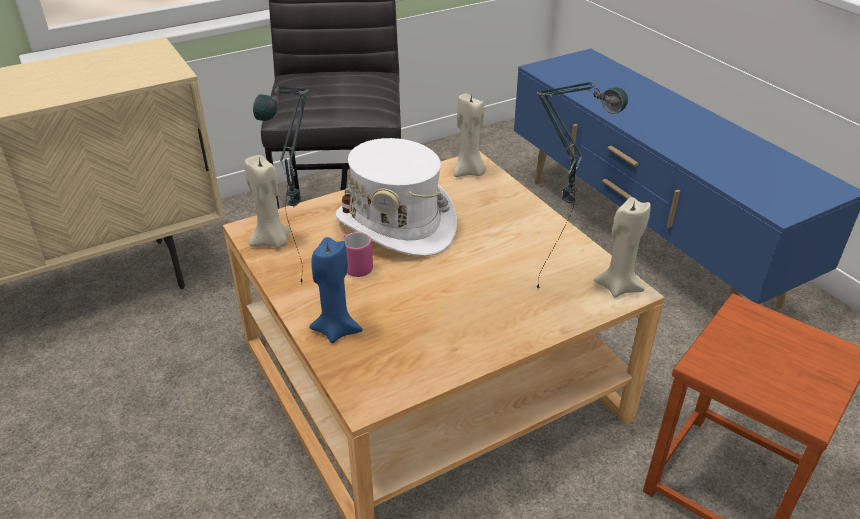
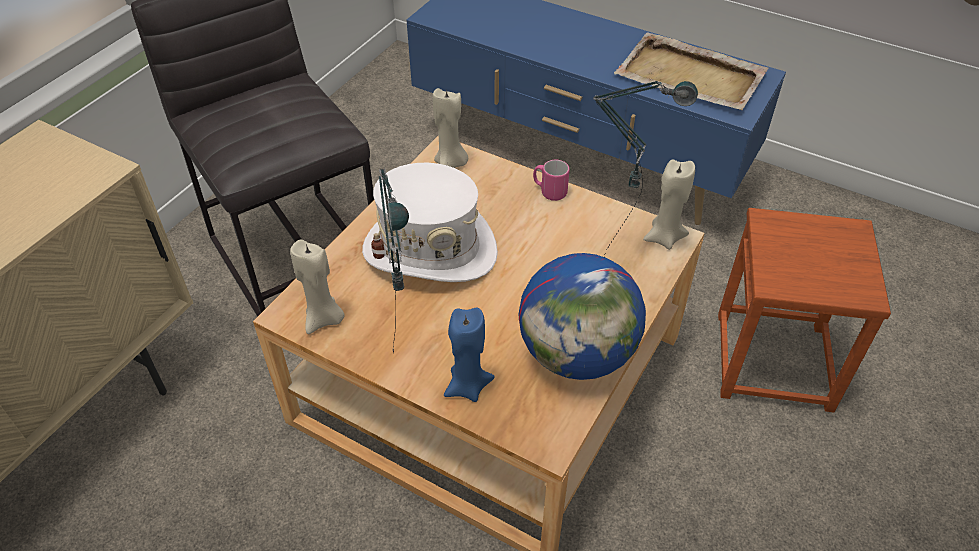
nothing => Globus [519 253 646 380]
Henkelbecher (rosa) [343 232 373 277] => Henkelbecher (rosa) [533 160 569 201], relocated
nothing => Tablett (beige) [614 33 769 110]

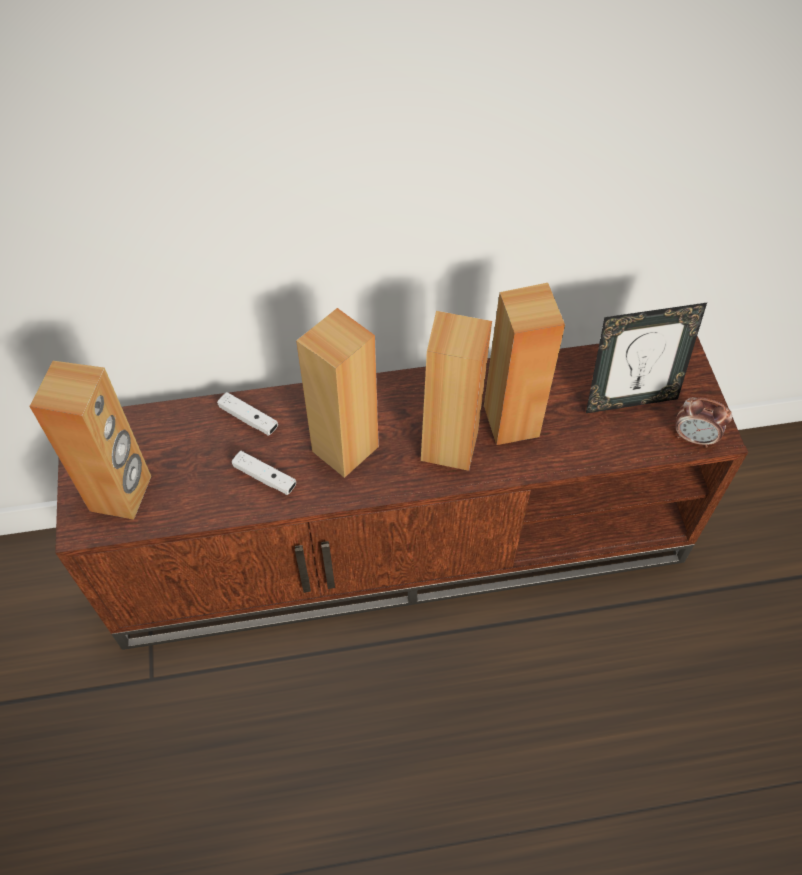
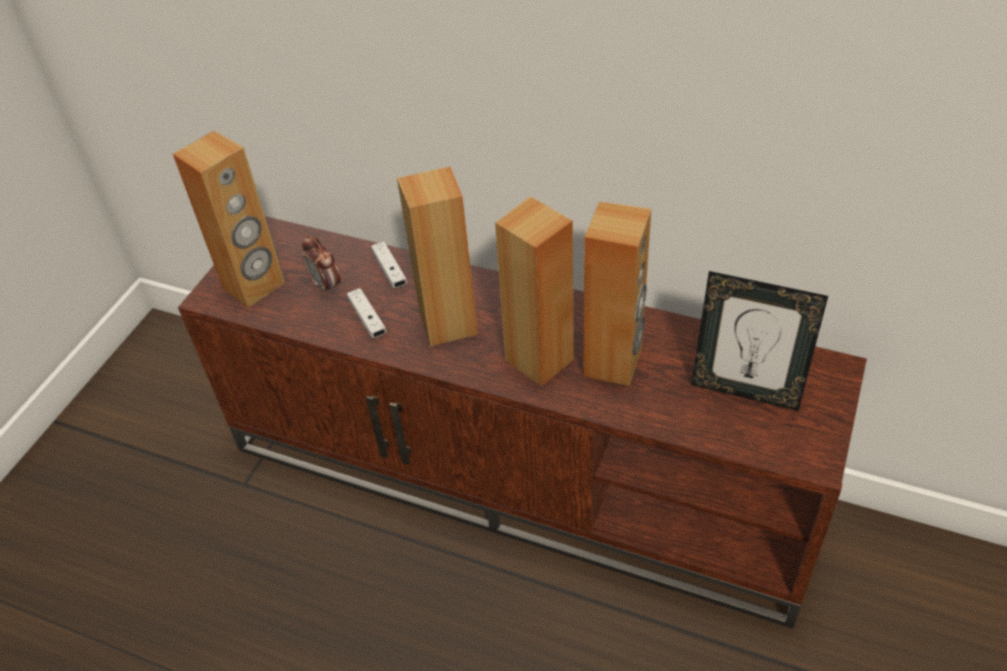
Wecker [675 397 732 448] => Wecker [301 235 341 296], relocated

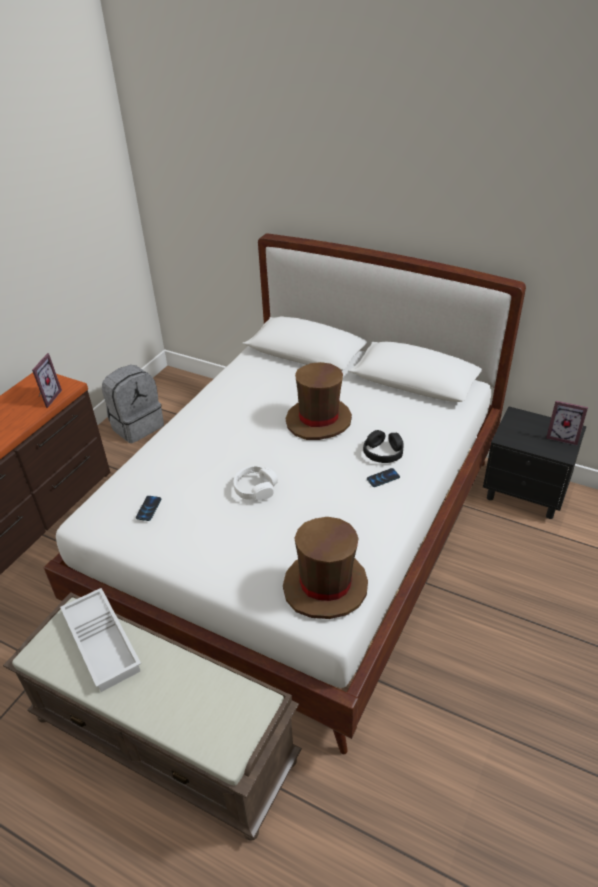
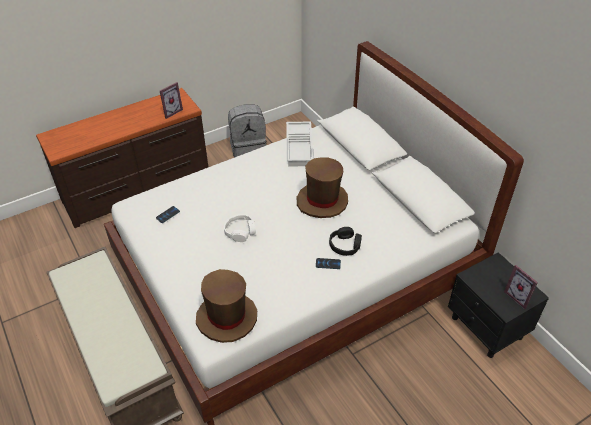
Tablett (weiß) [60 588 141 692] => Tablett (weiß) [286 121 313 167], relocated

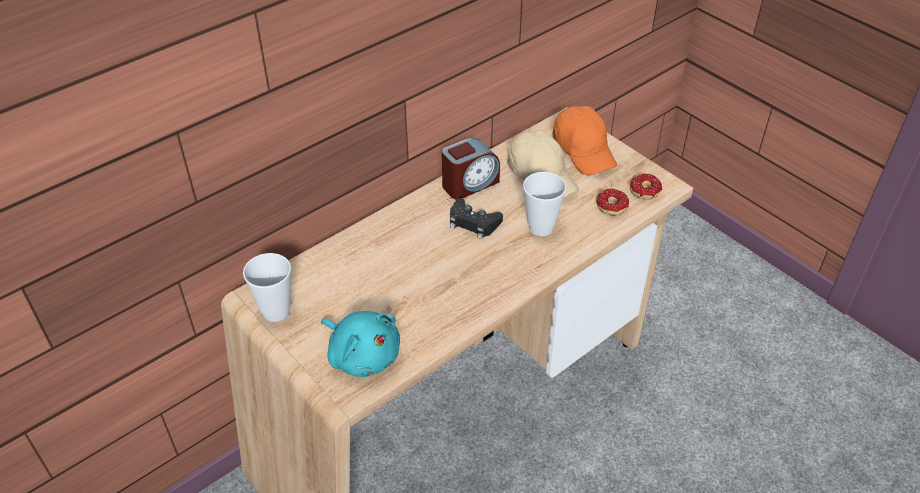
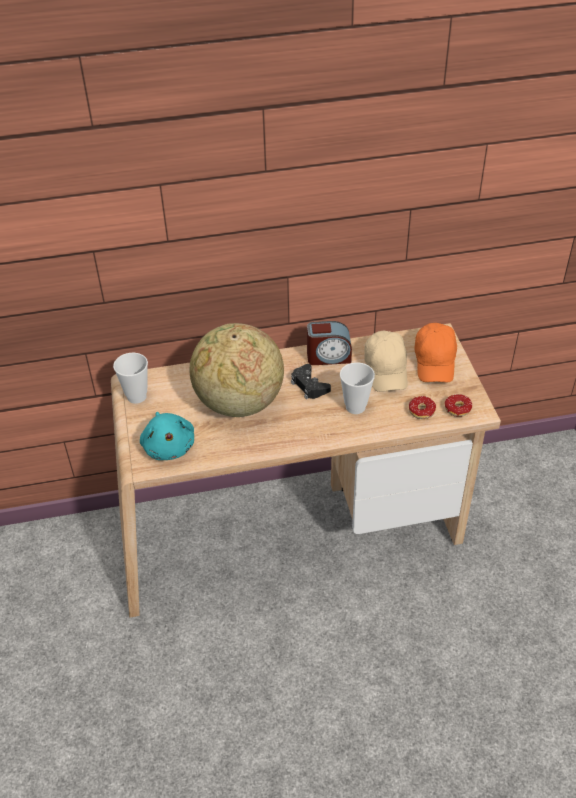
nothing => Globus [189 323 284 417]

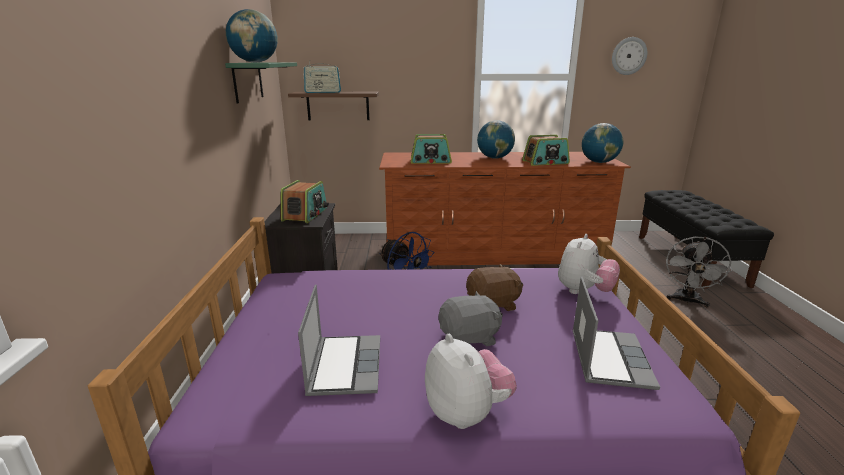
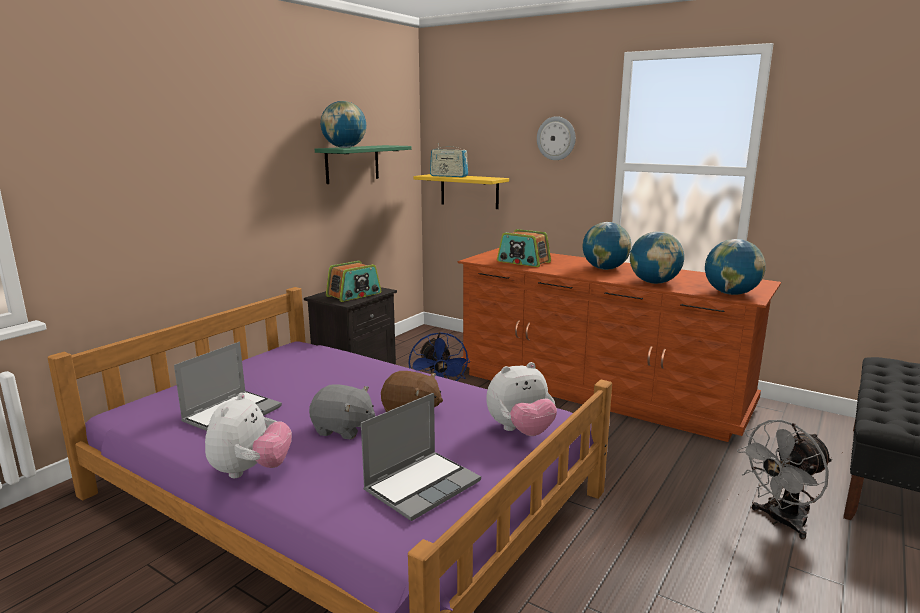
Wandregal (braun) [288 92 379 120] => Wandregal (gelb) [413 174 509 209]
Wanduhr [612 37 647 75] => Wanduhr [537 116 576 160], relocated
Radio [522 135 570 166] => Globus [630 231 684 284]

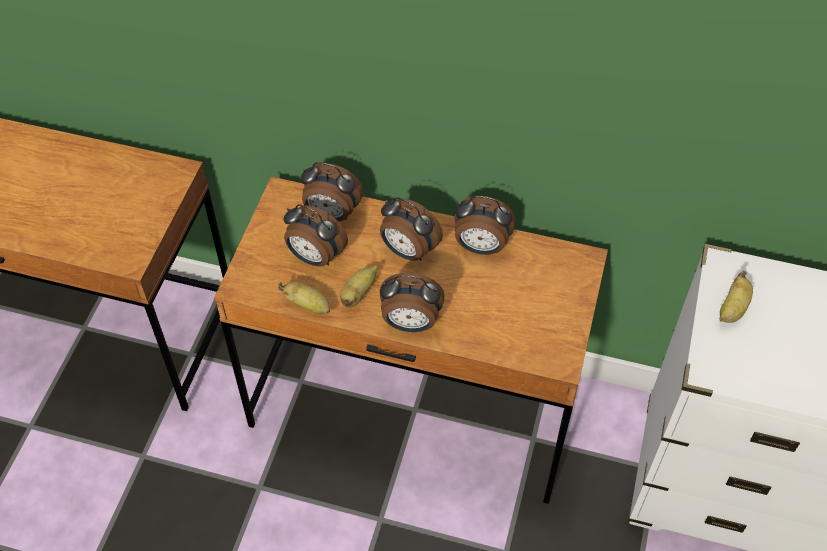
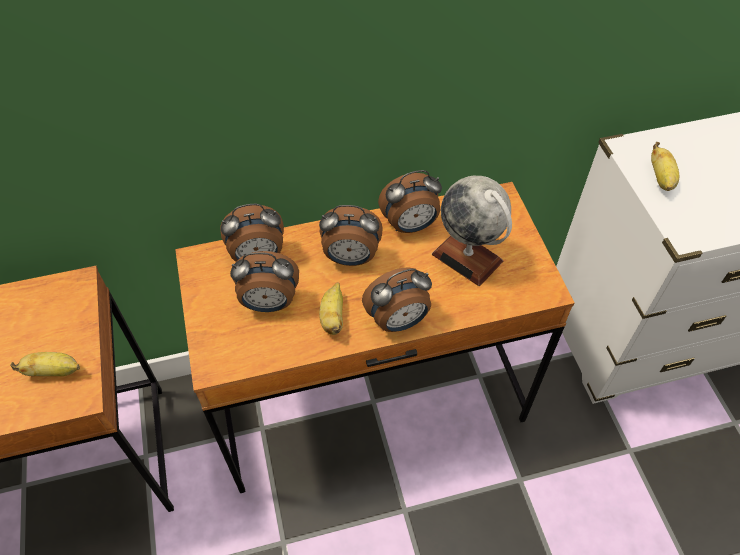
Banane [278 282 330 314] => Banane [10 352 80 376], relocated
nothing => Globus [432 176 512 286]

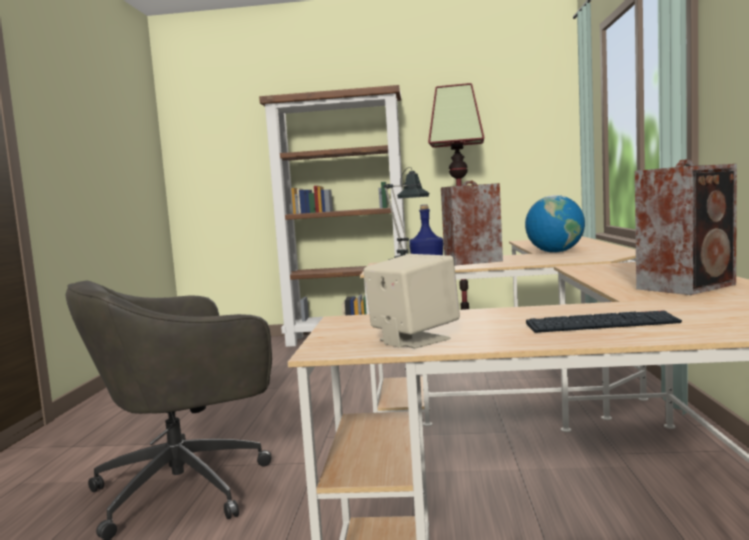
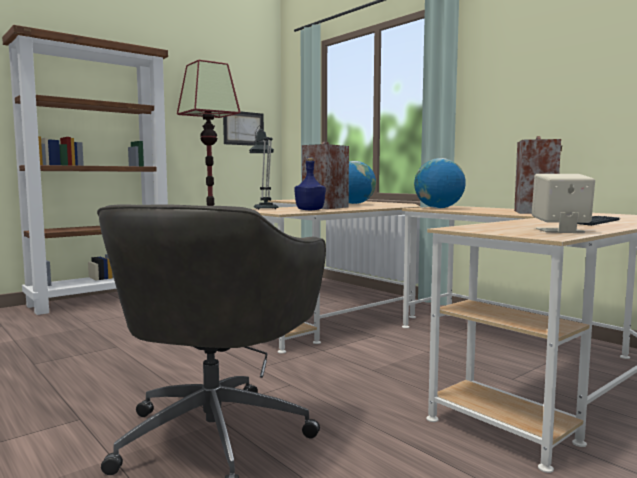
nothing => Bild [223 111 264 146]
nothing => Globus [414 158 466 208]

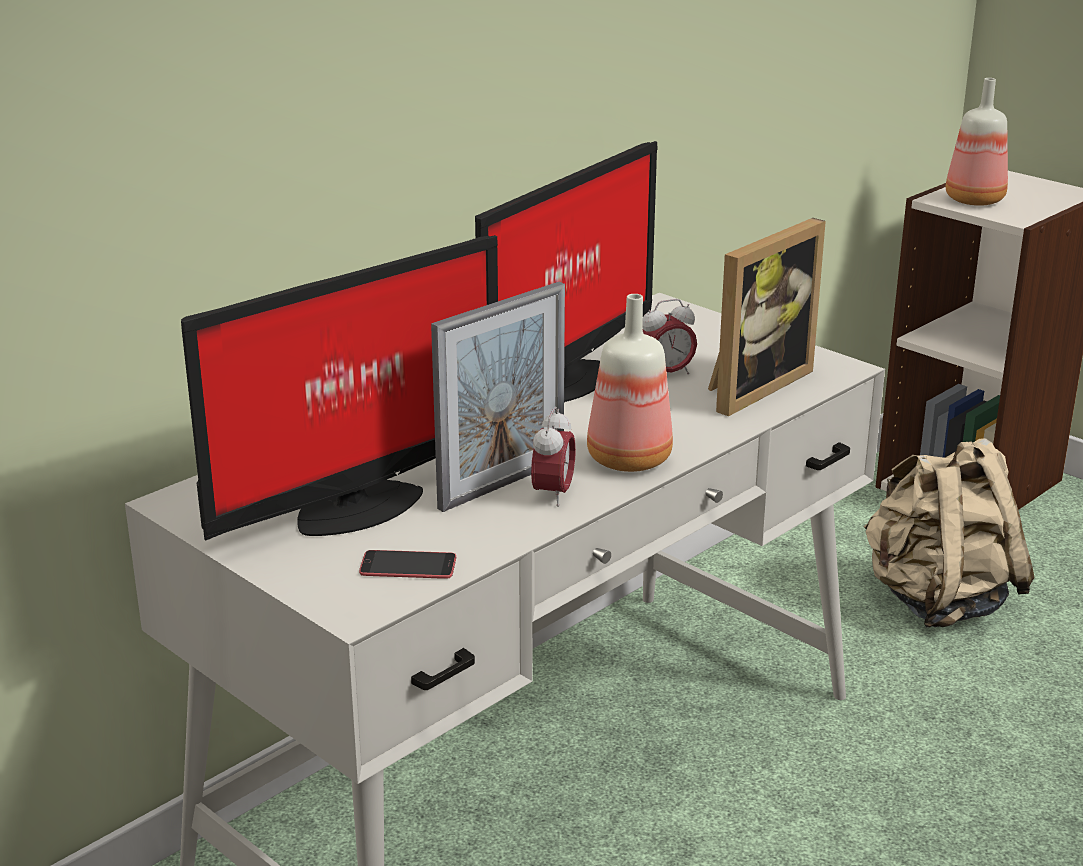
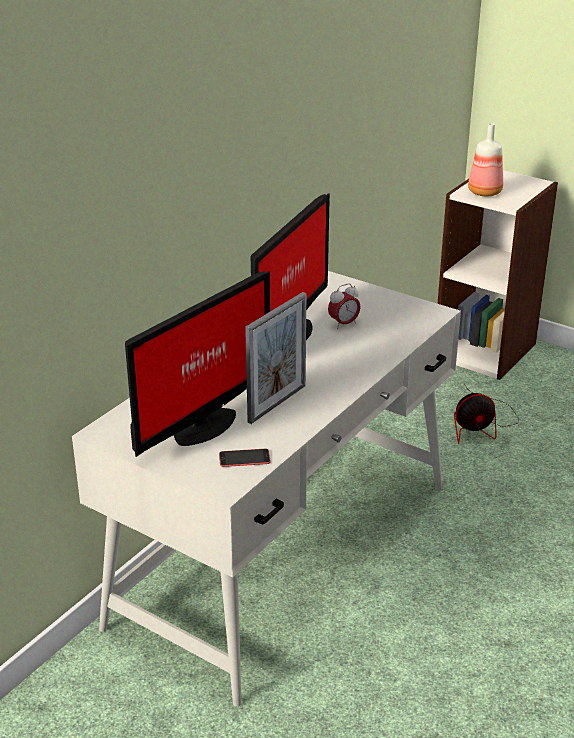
Rucksack (beige) [864 438 1035 627] => Ventilator [454 384 519 443]
Wecker [531 407 576 507] => nothing
Flasche [587 294 673 472] => nothing
Bilderrahmen [708 218 826 416] => nothing

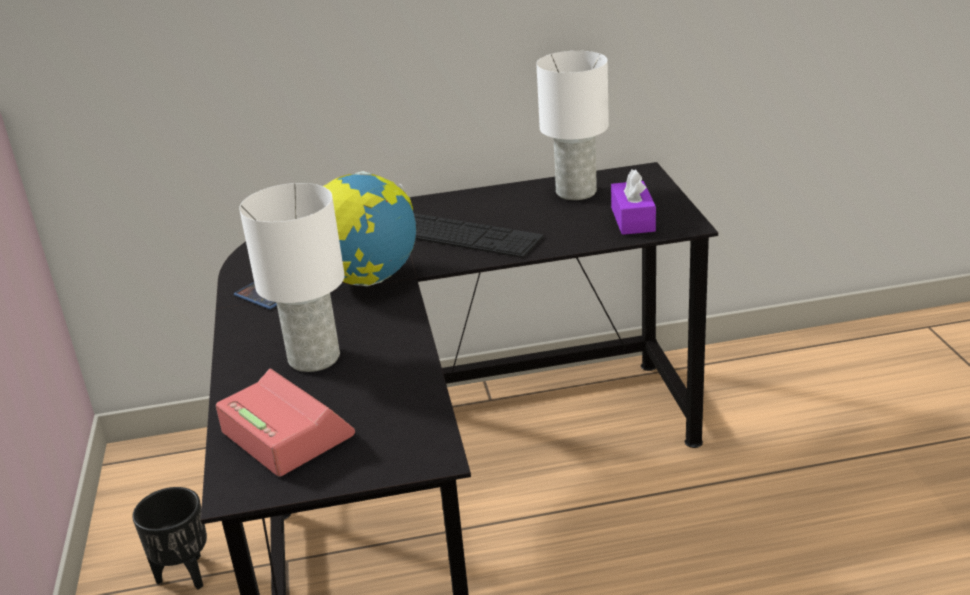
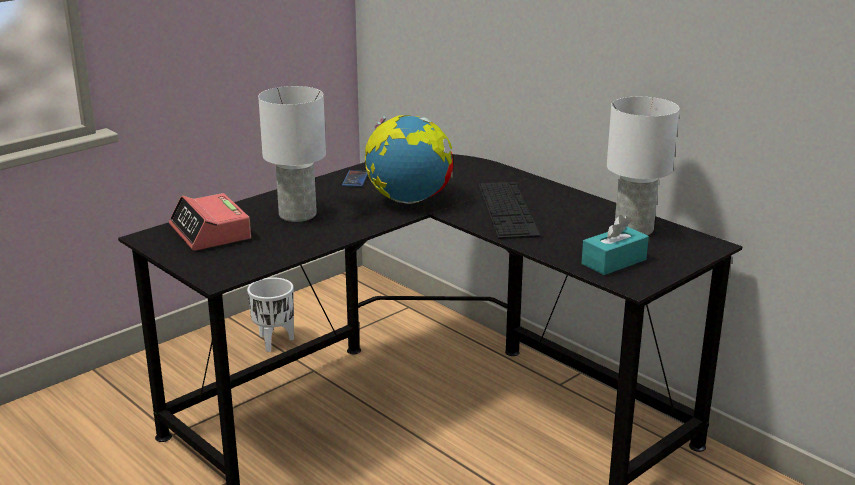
Wecker [216 368 355 477] => Wecker [169 193 251 251], 135 degrees clockwise
Pflanzkübel (schwarz) [132 487 207 589] => Pflanzkübel (weiß) [247 277 294 352]
Taschentuchbox (lila) [611 169 656 235] => Taschentuchbox (türkis) [581 215 649 275]

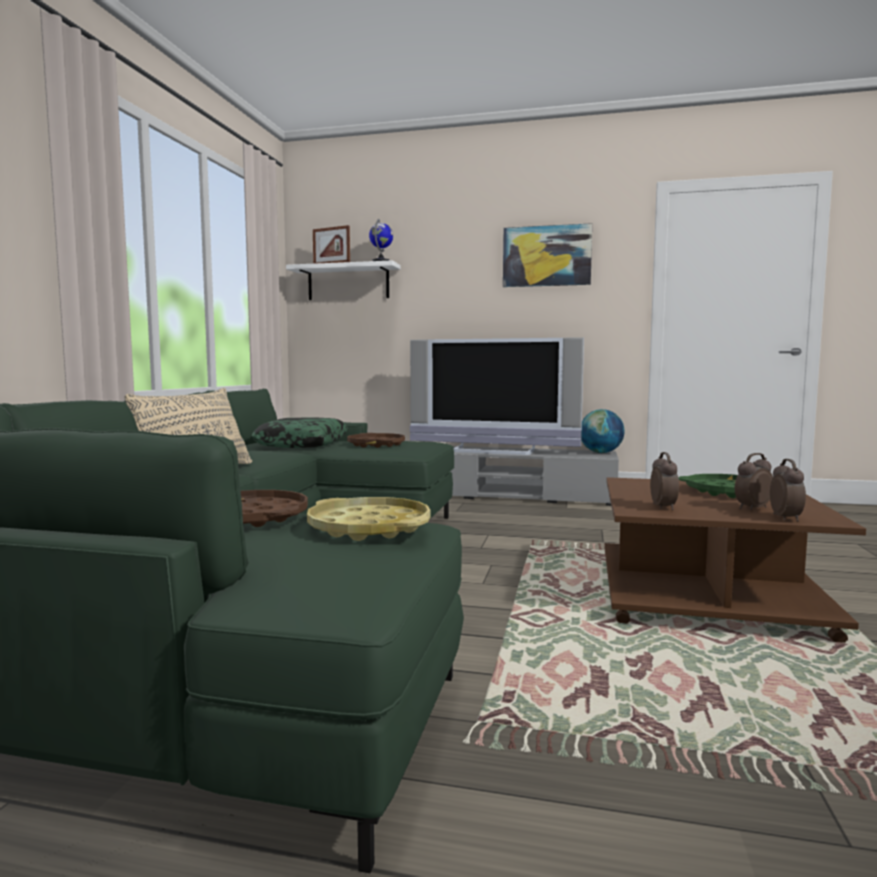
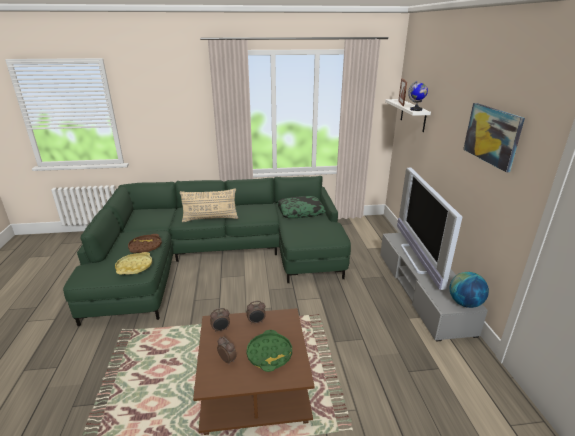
Wecker [770 459 806 522] => Wecker [247 301 266 324], relocated
Tablett (braun) [347 433 405 448] => nothing

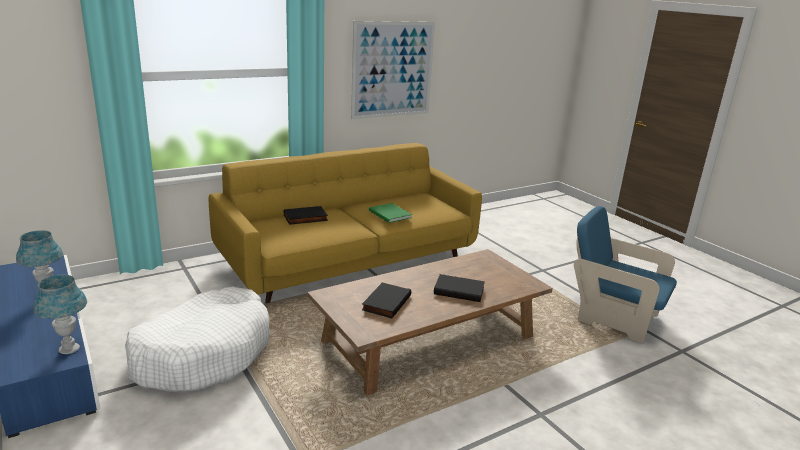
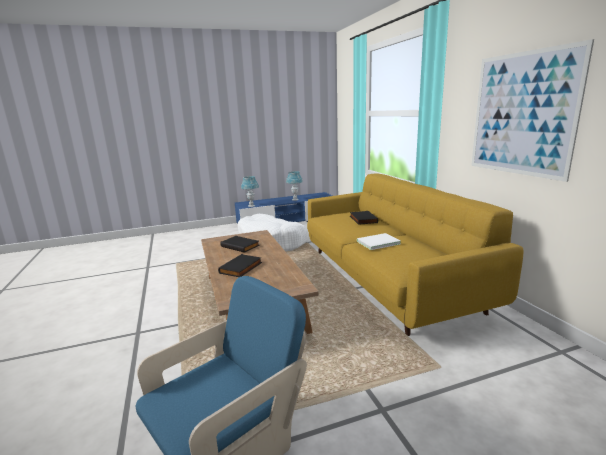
Buch (grün) [369 203 412 223] => Buch (weiß) [357 233 400 250]

